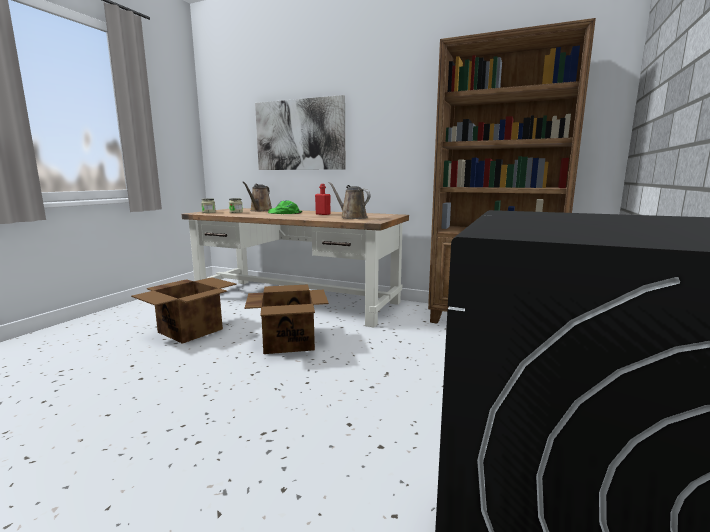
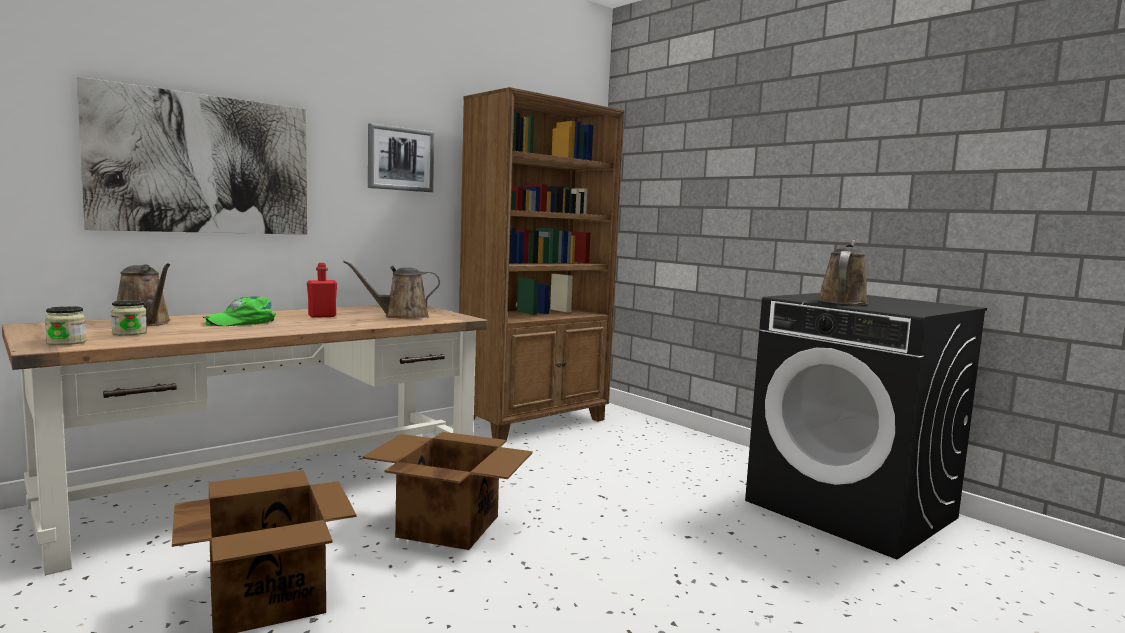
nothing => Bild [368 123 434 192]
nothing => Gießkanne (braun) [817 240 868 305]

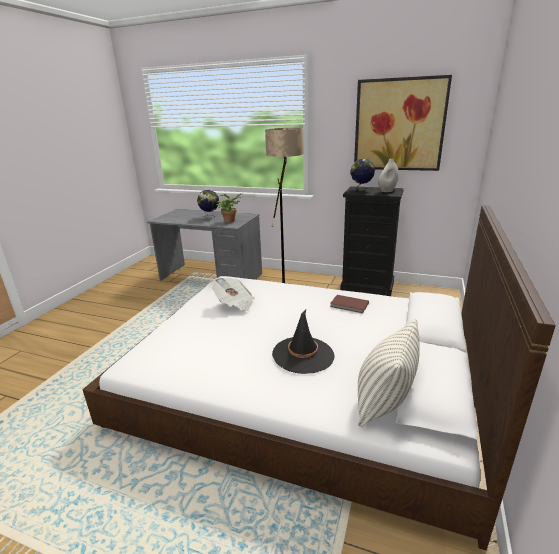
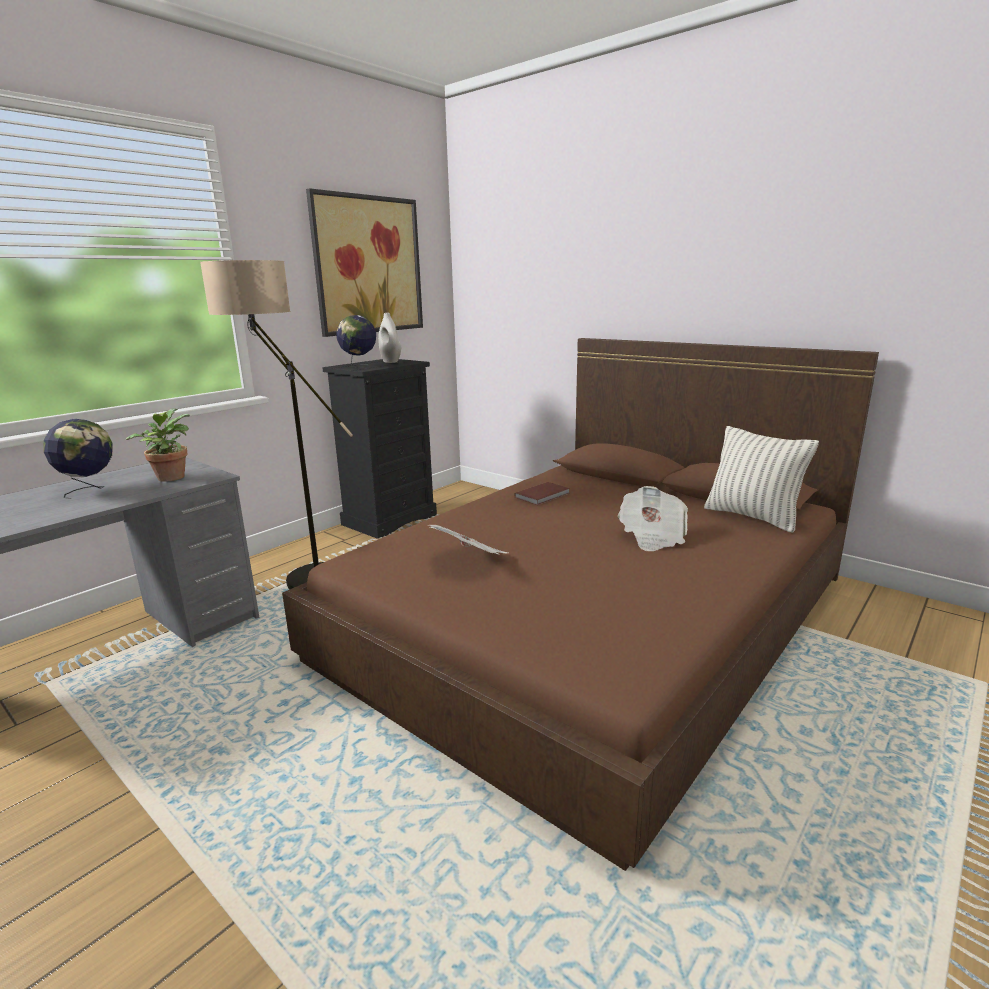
Bett (weiß) [82 205 556 550] => Bett (braun) [282 338 879 871]
Hut (schwarz) [272 310 335 374] => Zeitung [618 486 688 551]

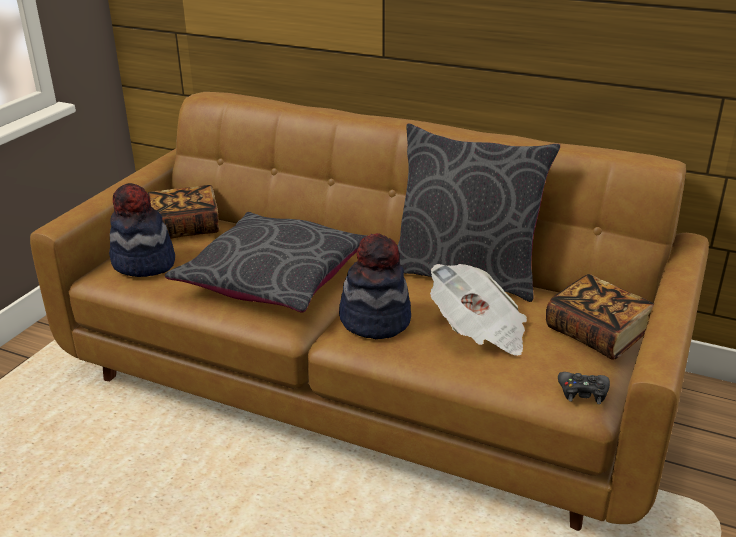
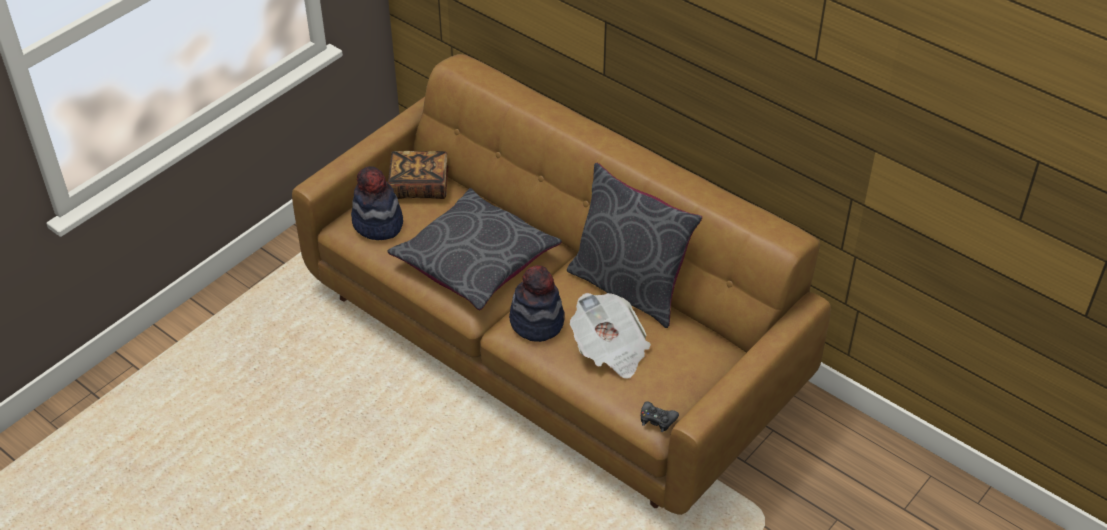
Buch [546 274 654 360] => nothing

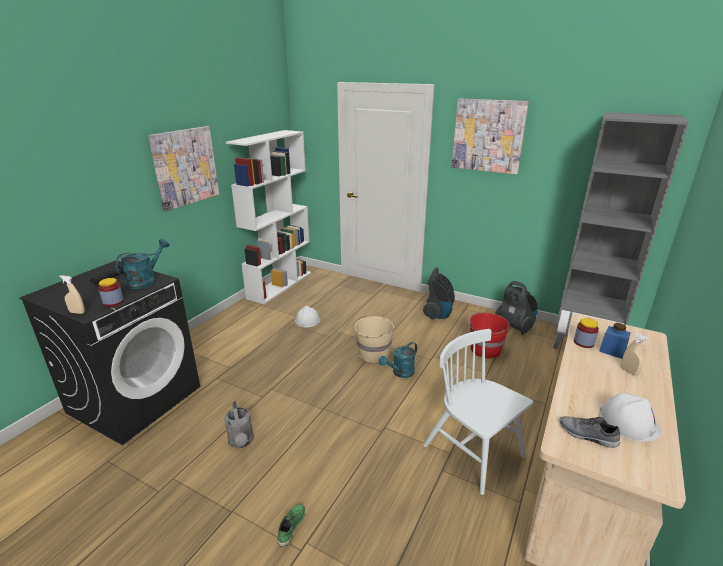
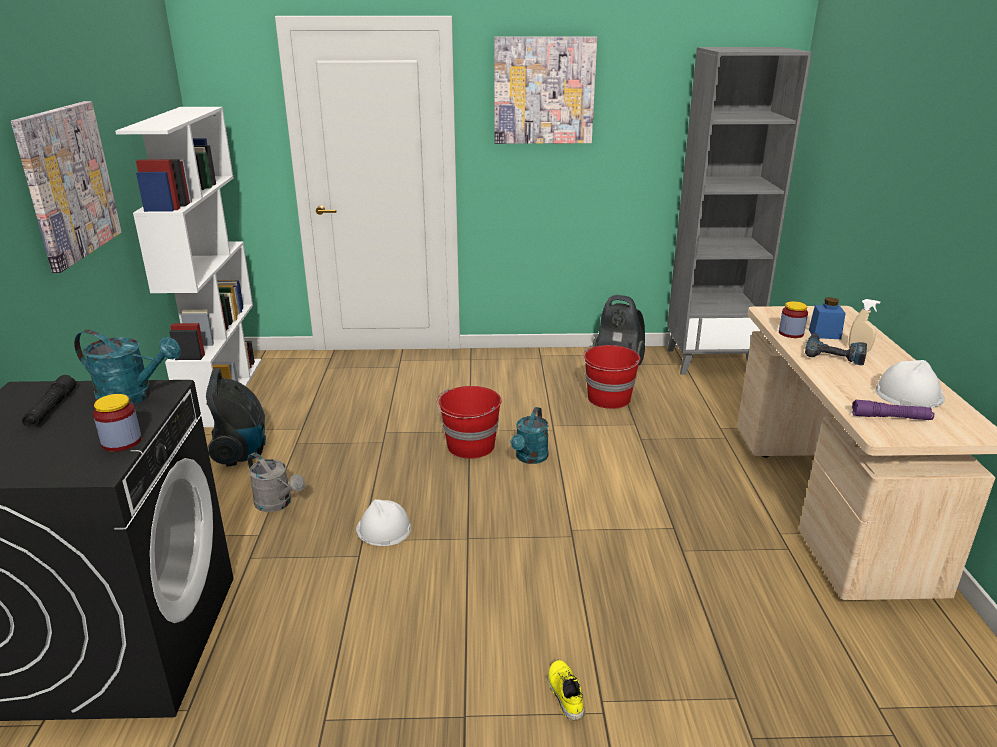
Gießkanne (türkis) [115 239 169 289] => Gießkanne (türkis) [74 329 181 405], 105 degrees clockwise
Staubsauger [423 267 455 319] => Staubsauger [206 368 266 467], relocated
Gießkanne (grau) [224 401 254 448] => Gießkanne (grau) [248 452 305 512], relocated
Schutzhelm (weiß) [295 306 320 327] => Schutzhelm (weiß) [356 499 411 546], relocated
Eimer (beige) [353 316 394 363] => Eimer (rot) [436 386 502 459]
Schuh (grün) [277 504 305 547] => Schuh (gelb) [548 660 585 721]
nothing => Bohrmaschine [805 333 867 365]
Schuh (grau) [560 416 620 448] => Taschenlampe (lila) [852 400 934 420]
Sprühflasche (beige) [59 275 85 314] => nothing
Stuhl (weiß) [423 329 533 495] => nothing

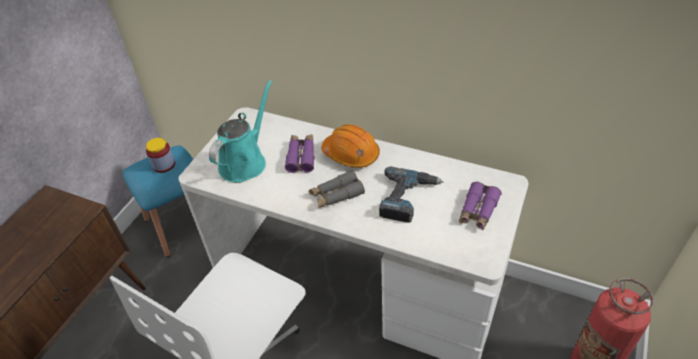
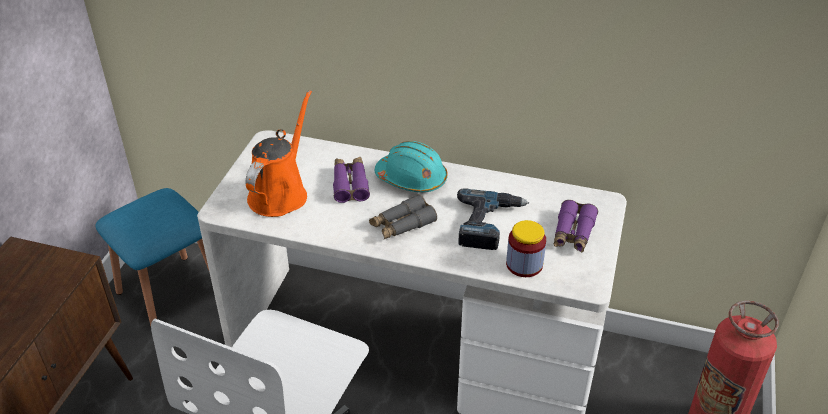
Gießkanne (türkis) [209 80 272 182] => Gießkanne (orange) [245 90 312 217]
Schutzhelm (orange) [321 124 380 168] => Schutzhelm (türkis) [375 141 448 192]
Vorratsglas [146 138 175 173] => Vorratsglas [506 220 546 277], relocated

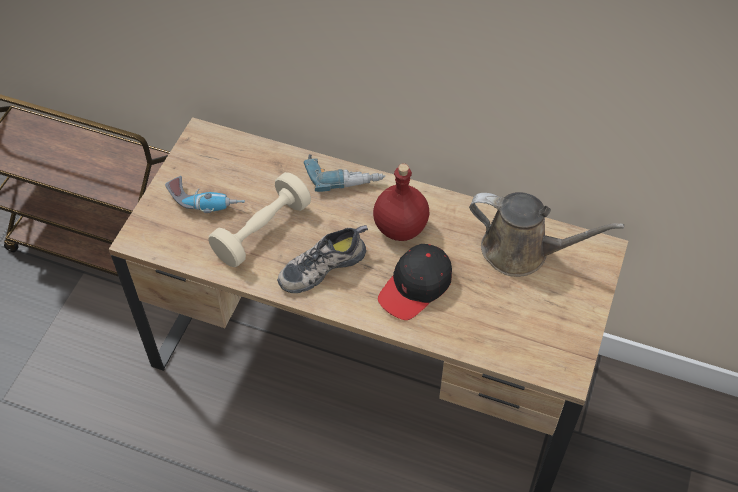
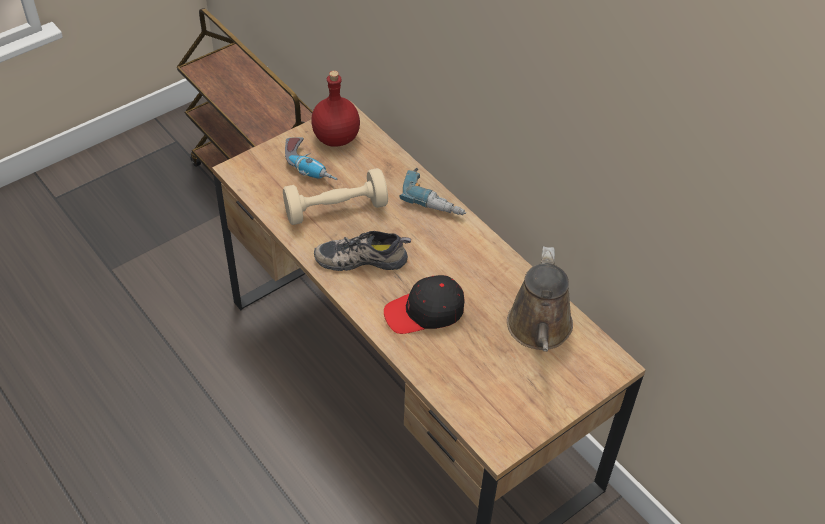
Flasche (rot) [373 163 429 241] => Flasche (rot) [311 71 360 147], relocated
Gießkanne (braun) [469 192 624 277] => Gießkanne (braun) [507 246 573 352], 45 degrees clockwise

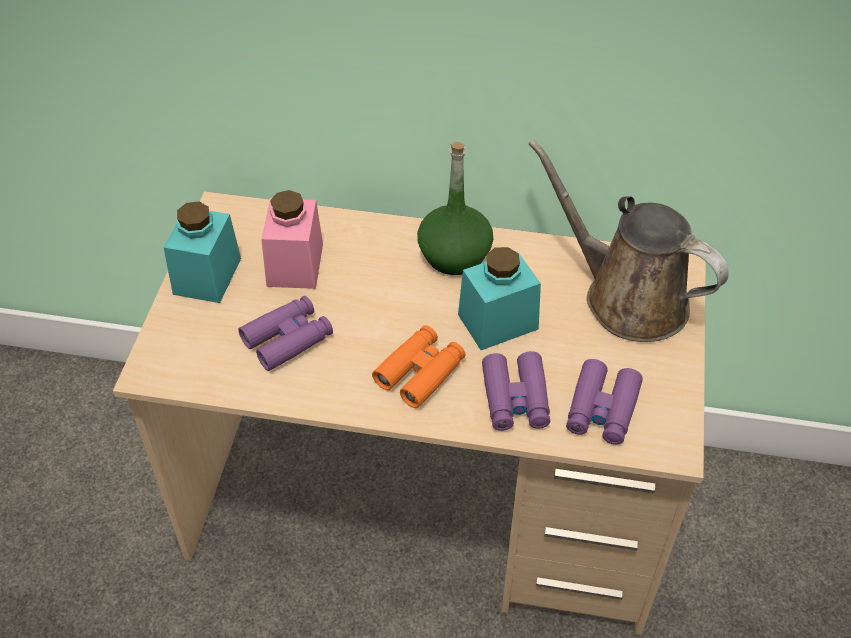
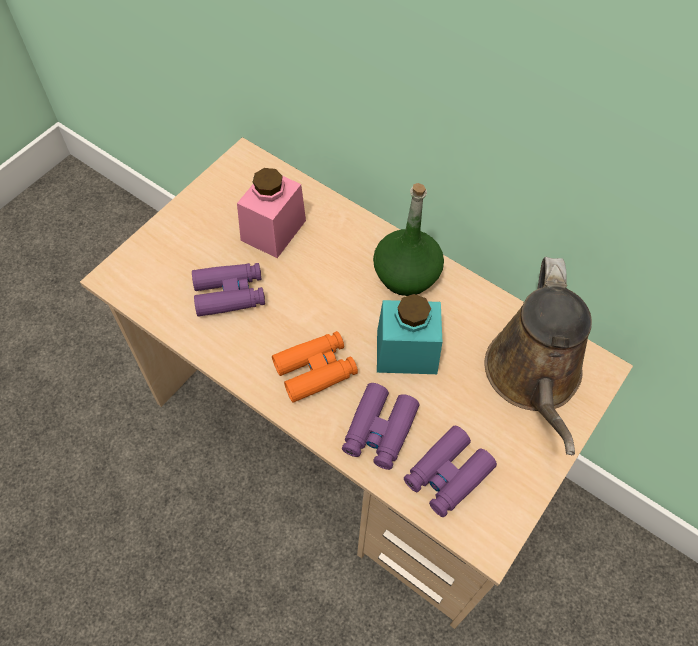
Gießkanne (braun) [528 139 729 342] => Gießkanne (braun) [484 257 592 455], 150 degrees counterclockwise
Vorratsglas (türkis) [164 202 241 303] => nothing

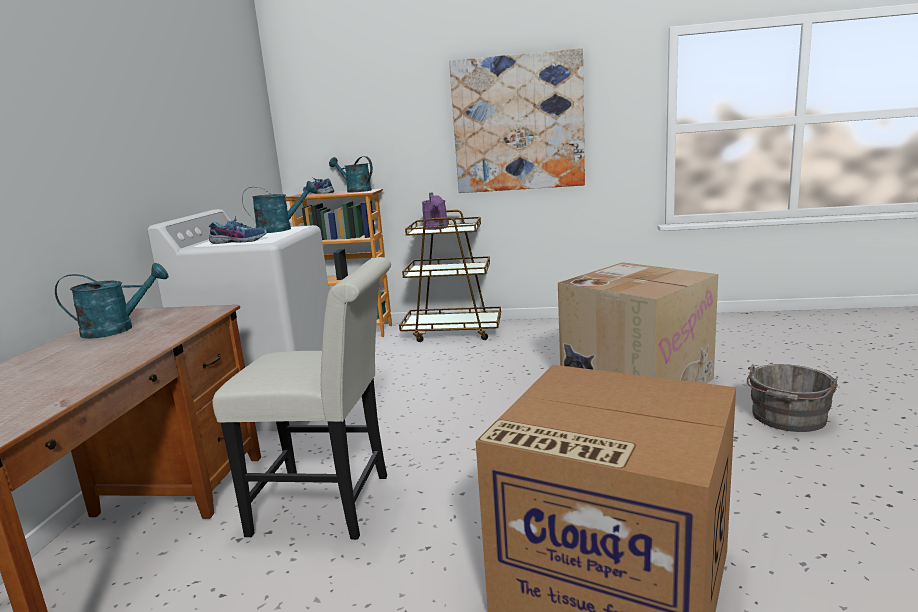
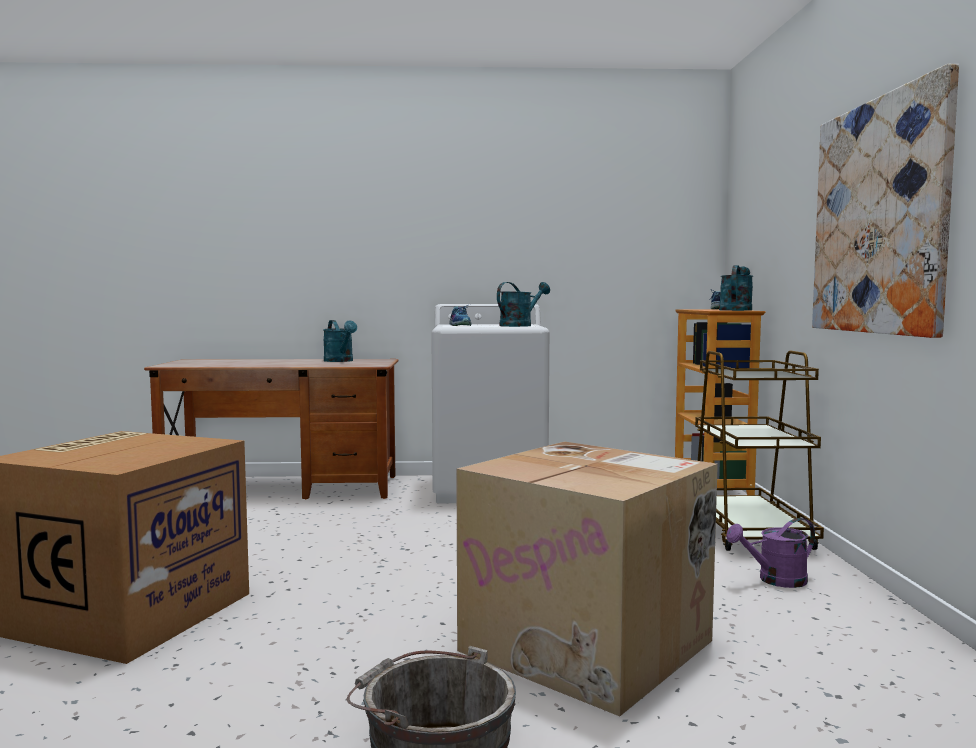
Gießkanne (türkis) [242 181 318 233] => Gießkanne (türkis) [497 282 550 327], 105 degrees counterclockwise
Gießkanne (lila) [422 192 448 230] => Gießkanne (lila) [726 518 815 588], relocated
Stuhl (weiß) [212 257 391 540] => nothing

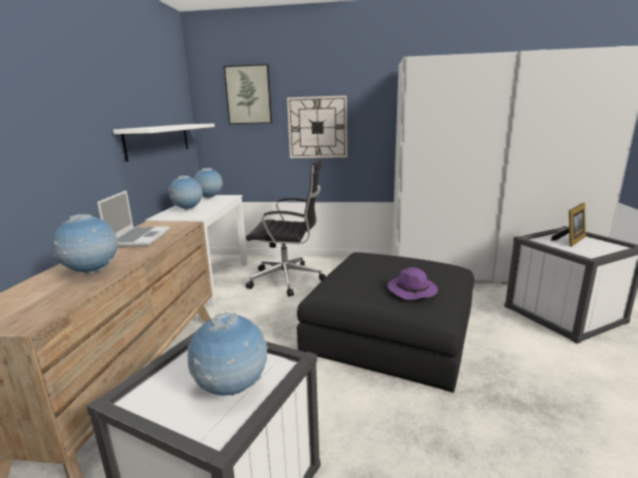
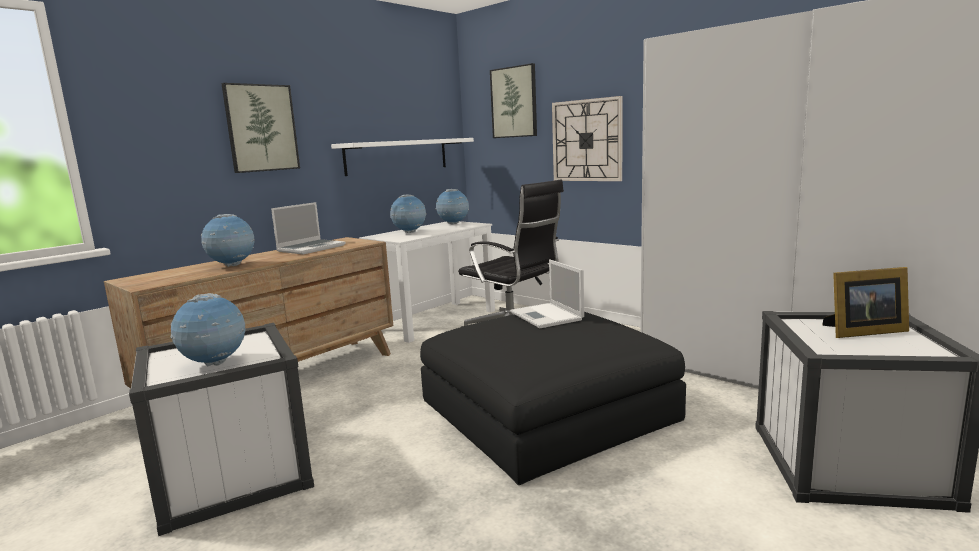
nothing => Bild [221 83 300 173]
nothing => Laptop [510 259 584 328]
Hut (lila) [388 267 438 300] => nothing

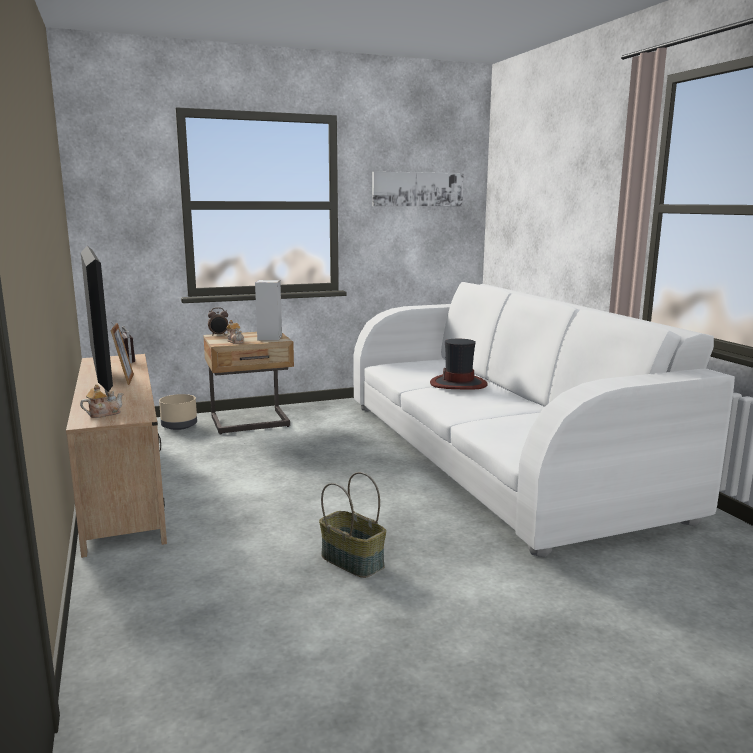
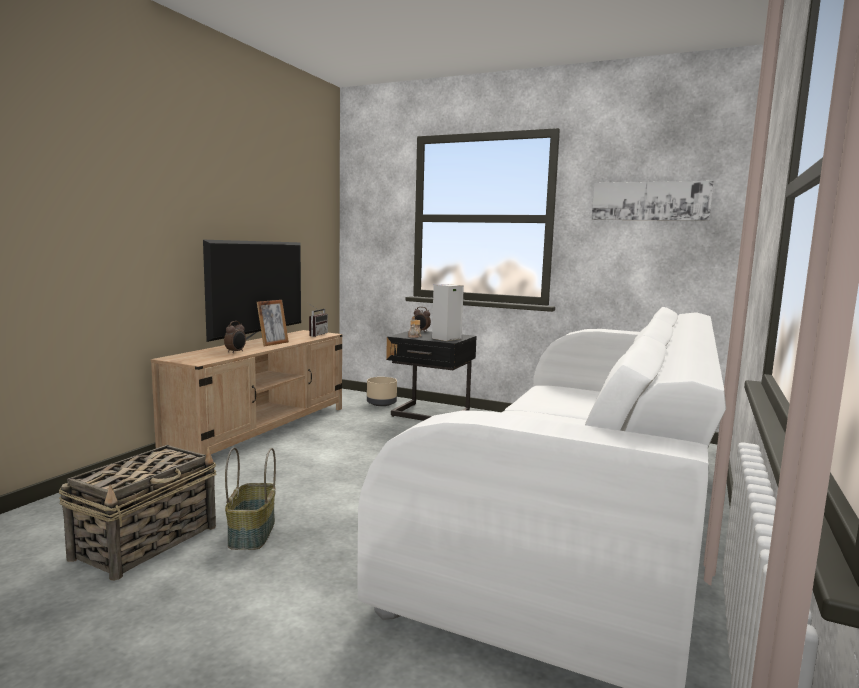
nothing => Korb [59 445 216 581]
nothing => Wecker [224 321 246 353]
Nachttisch (beige) [203 332 294 435] => Nachttisch (schwarz) [386 331 477 421]
Teekanne [80 384 124 418] => nothing
Hut [430 339 488 389] => nothing

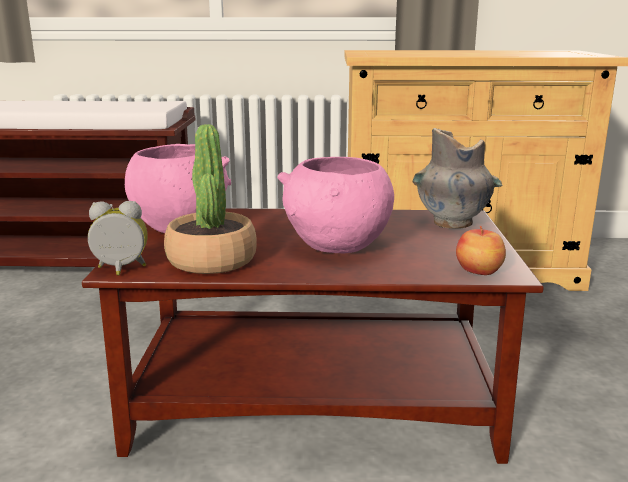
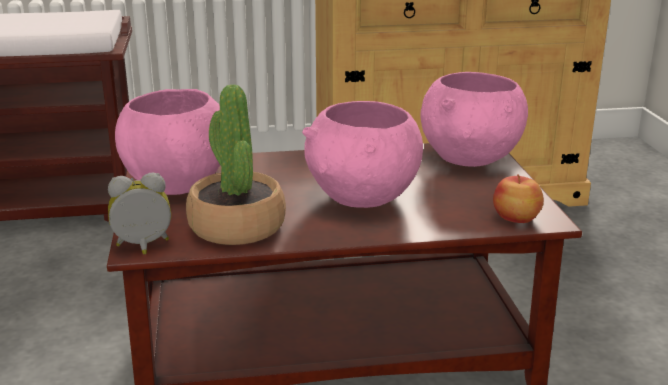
Vase (grau) [412 128 502 229] => Schüssel (rosa) [421 72 528 167]

